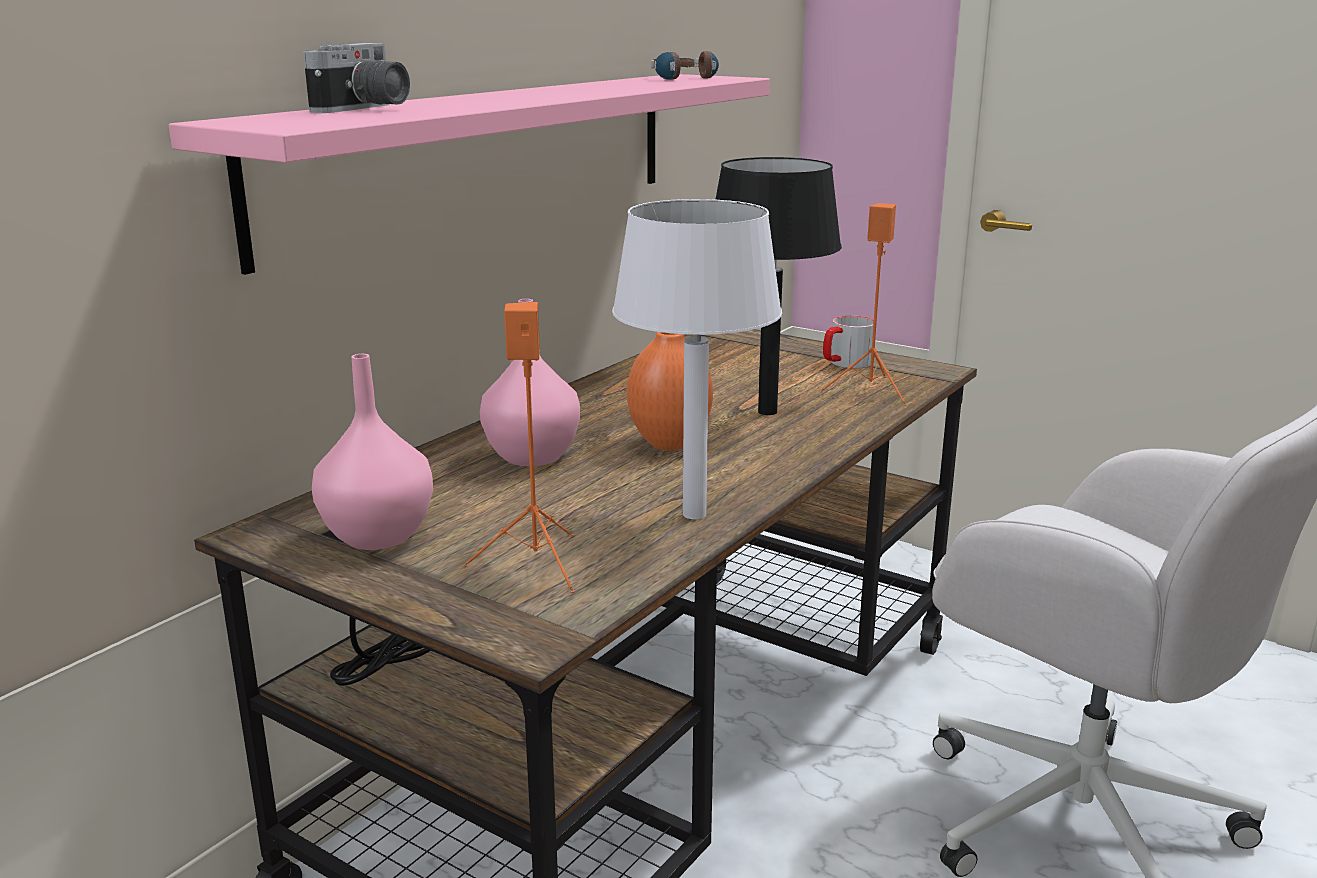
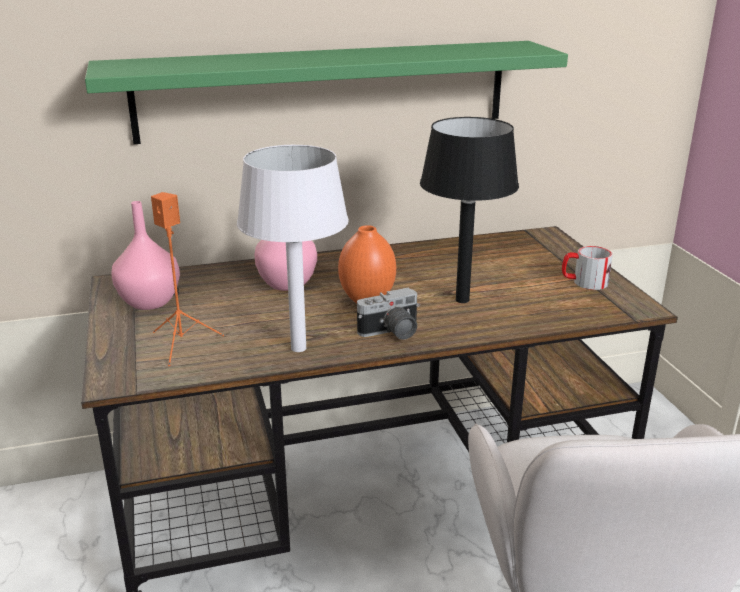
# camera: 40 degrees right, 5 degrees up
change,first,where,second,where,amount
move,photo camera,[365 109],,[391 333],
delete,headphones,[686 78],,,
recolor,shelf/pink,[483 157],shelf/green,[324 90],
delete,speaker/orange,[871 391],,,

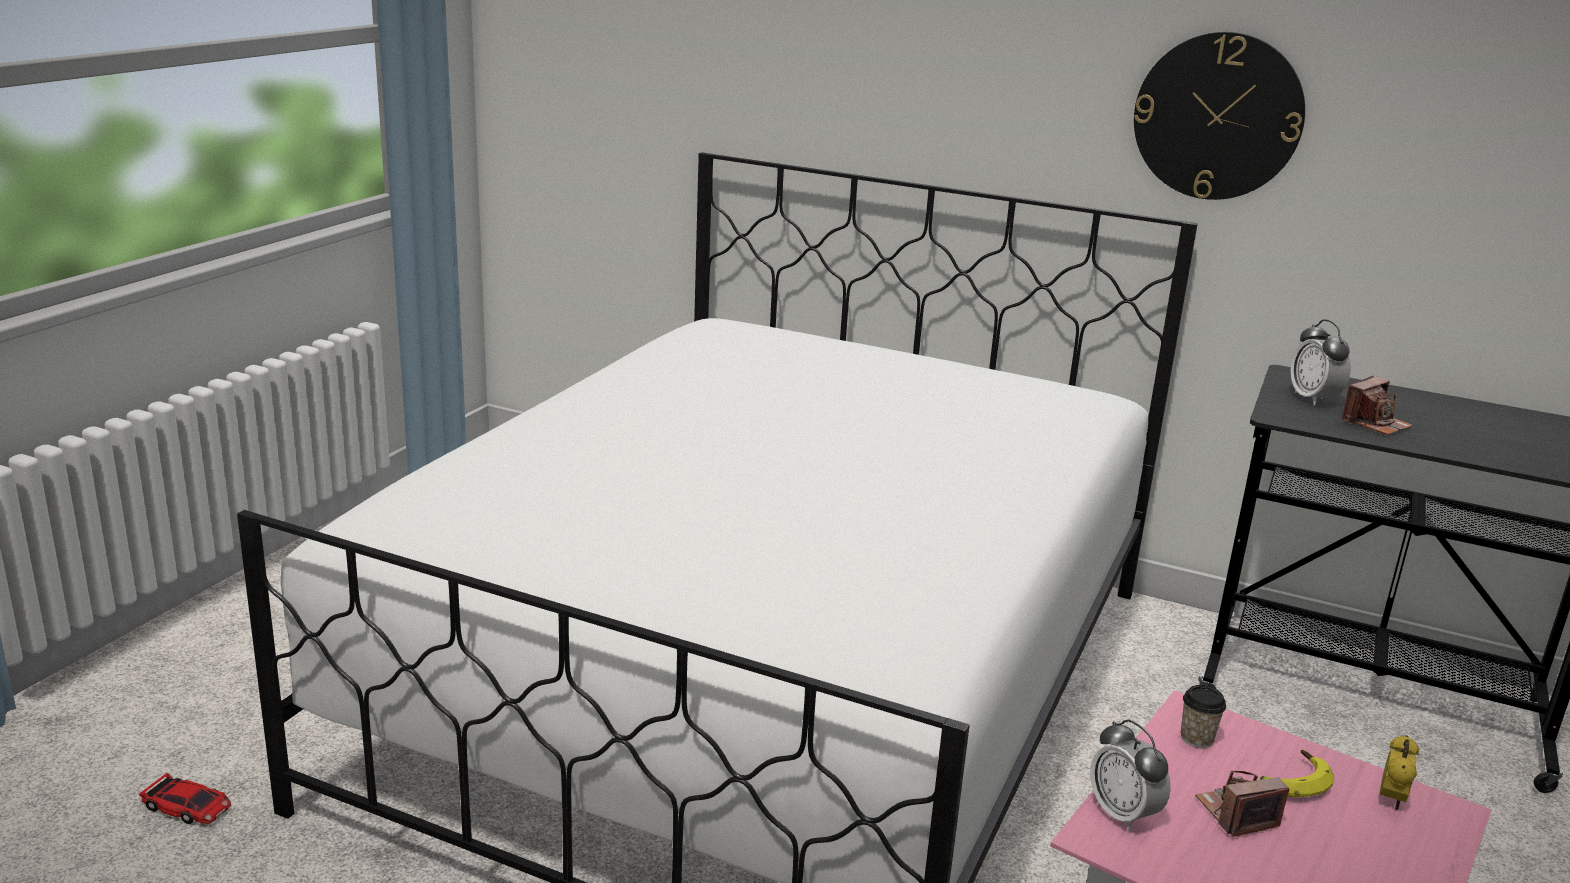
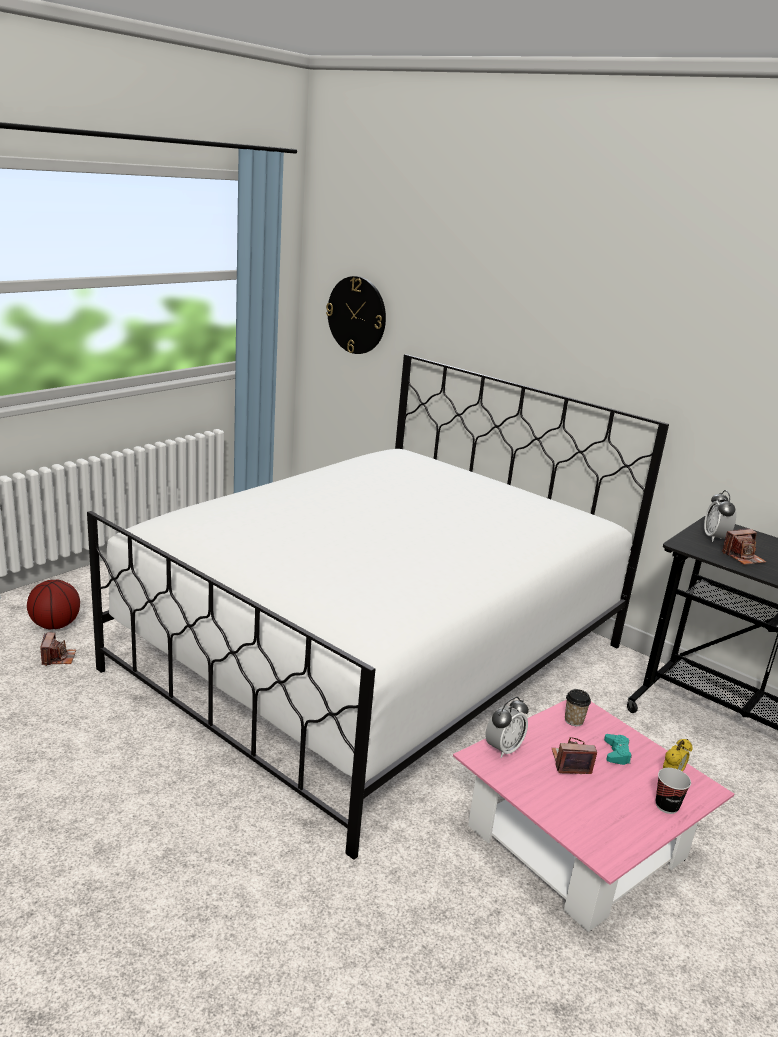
# camera: 15 degrees right, 0 degrees up
change,first,where,second,where,amount
move,wall clock,[1218 116],,[357 315],
rotate,alarm clock,[1123 814],,[503 749],120 degrees counterclockwise
replace,banana,[1291 781],game controller/turquoise,[616 753],
replace,toy car,[187 807],photo camera,[58 658],
insert,,,basketball,[56 625],
insert,,,cup,[666 806],

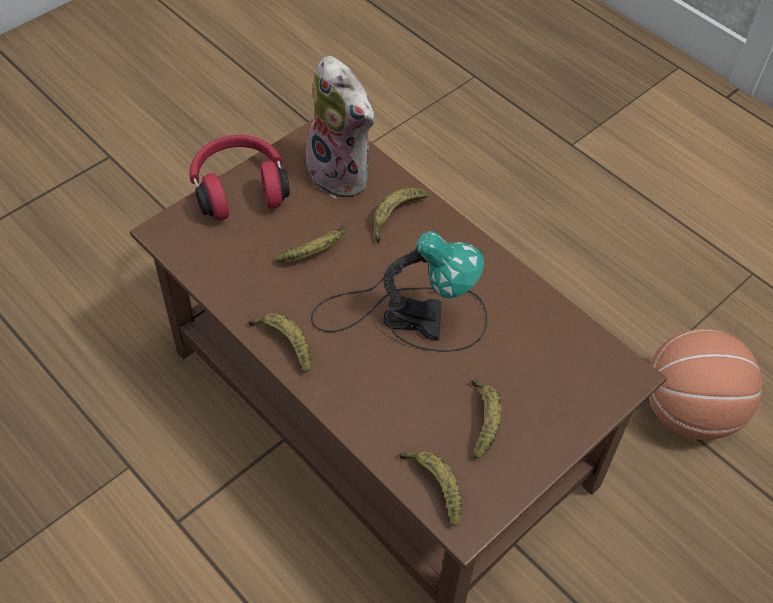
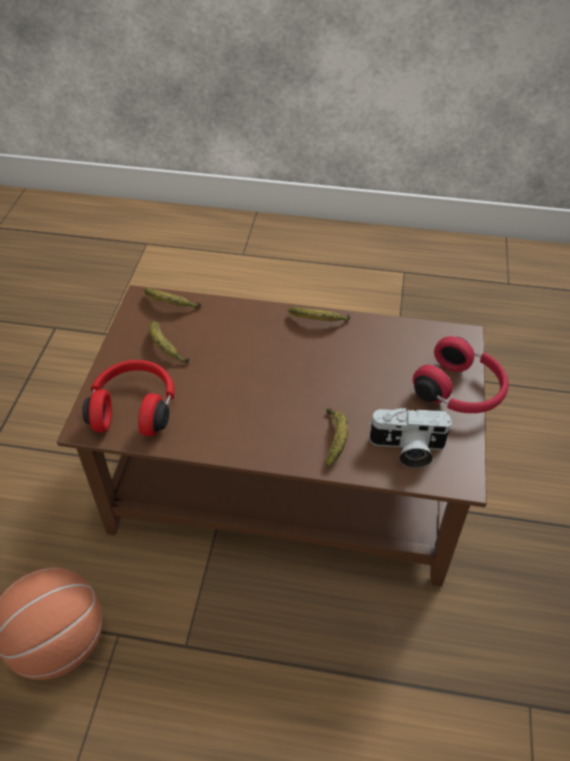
# camera: 145 degrees right, 5 degrees down
change,first,where,second,where,amount
replace,plush toy,[343 174],photo camera,[407 449],
delete,banana,[316 252],,,
delete,table lamp,[406 313],,,
insert,,,headphones/red,[134 407],

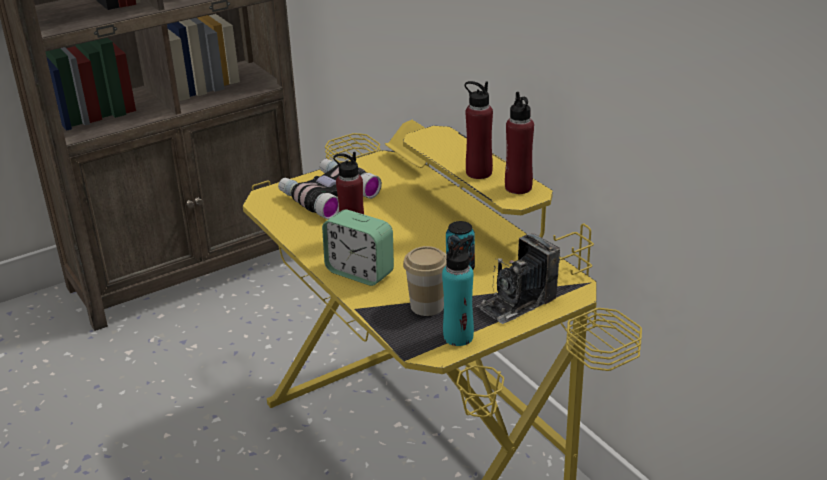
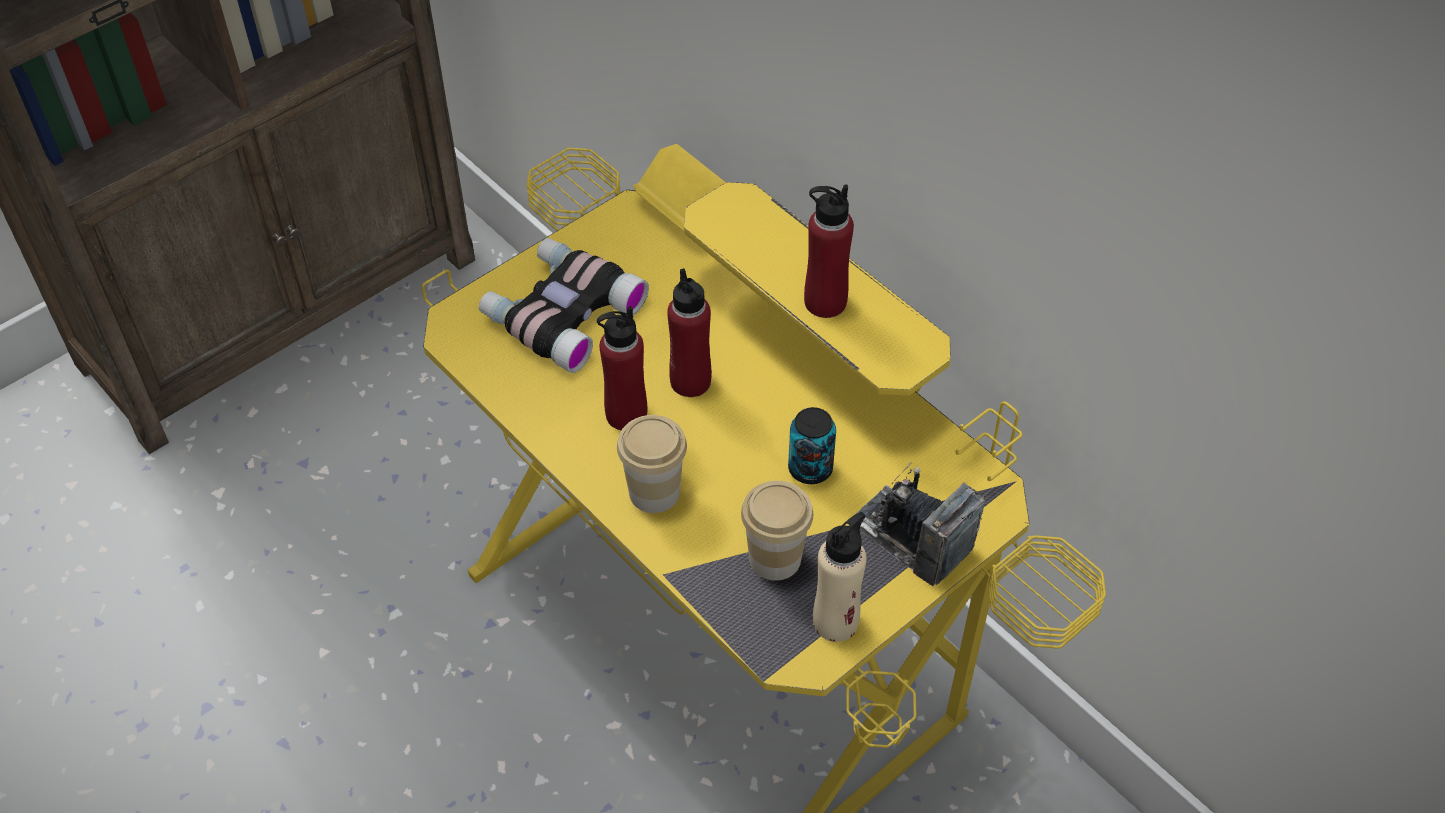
# camera: 10 degrees left, 20 degrees up
change,first,where,second,where,amount
move,bottle/red,[518 187],,[690 381],
replace,alarm clock,[360 272],cup,[654 492],
rotate,photo camera,[517 302],,[911 537],90 degrees clockwise
recolor,bottle/turquoise,[458 337],bottle/beige,[836 622],

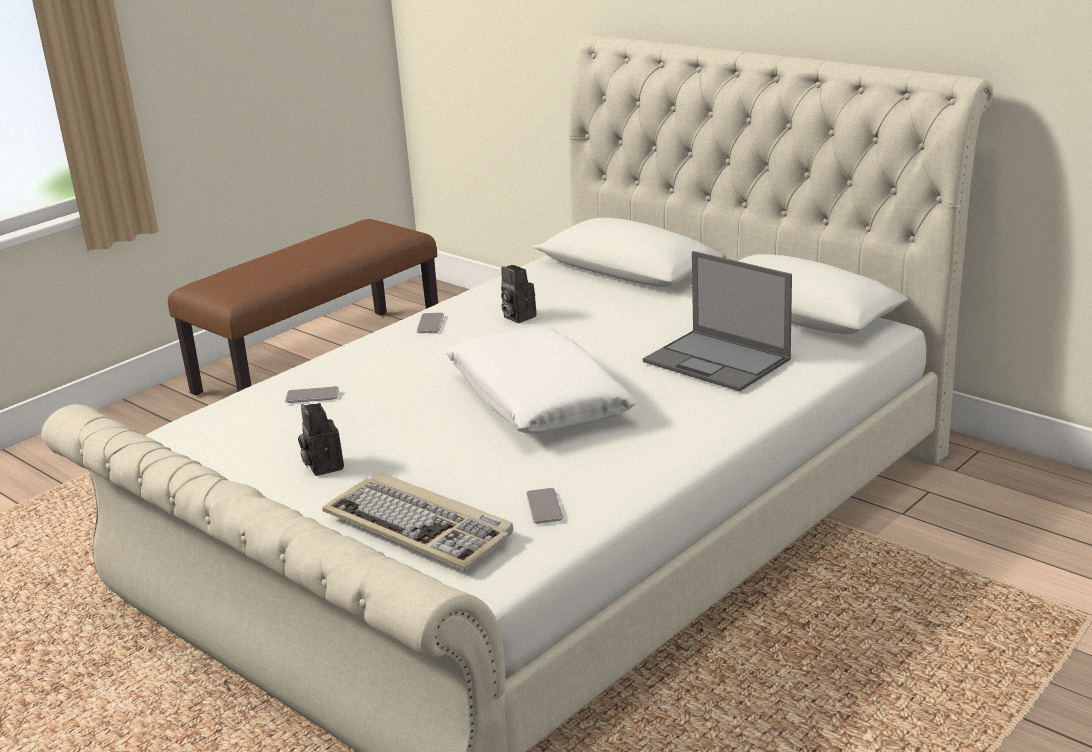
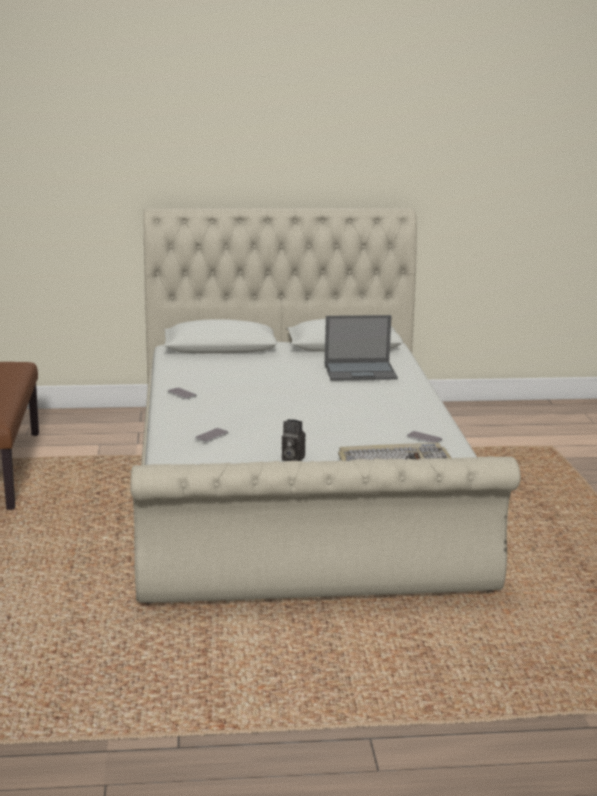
# camera: 50 degrees left, 5 degrees down
change,first,where,second,where,amount
delete,photo camera,[517 317],,,
delete,pillow/white,[538 400],,,

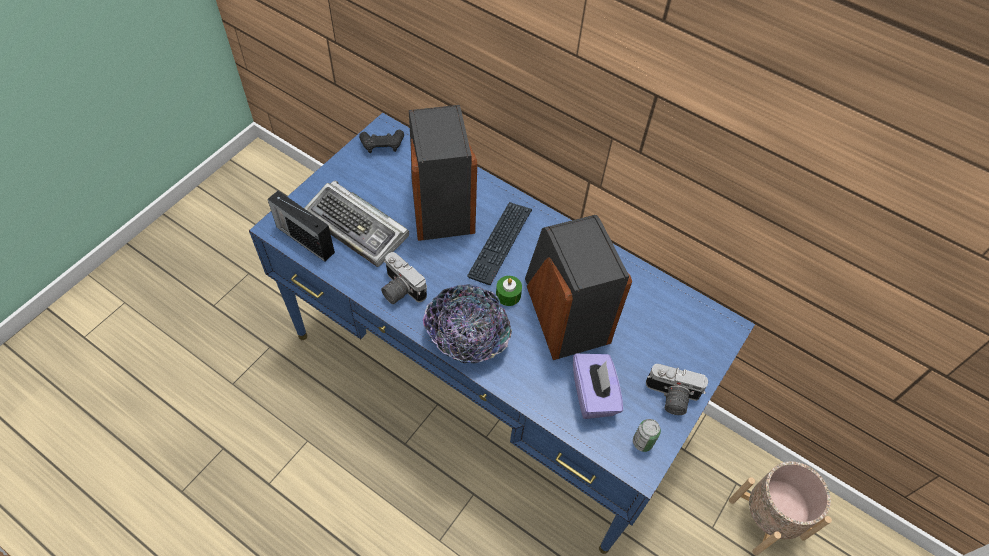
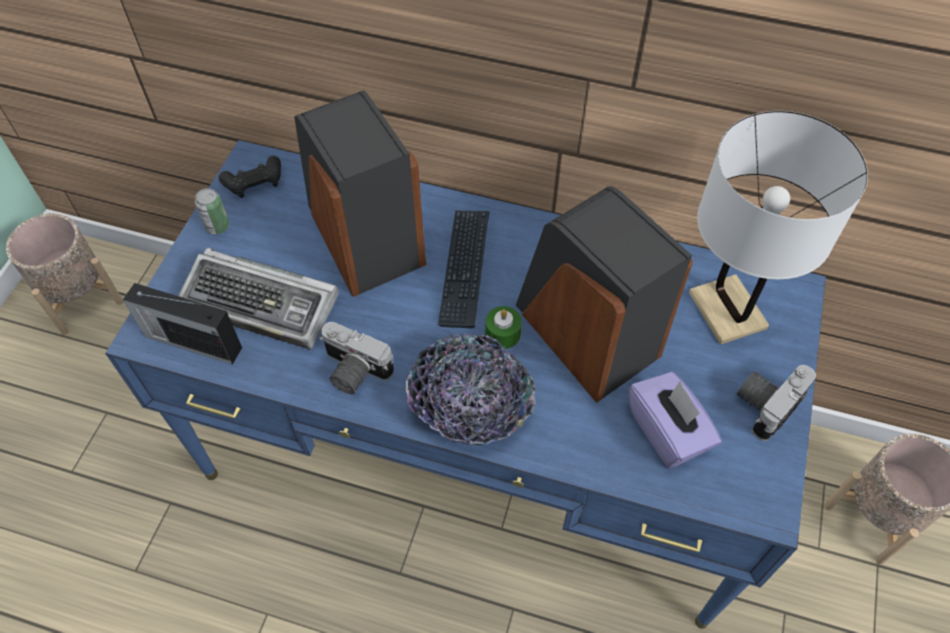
# camera: 15 degrees left, 0 degrees up
change,first,where,second,where,amount
rotate,photo camera,[671 397],,[765 403],135 degrees clockwise
move,can,[642 442],,[217 226],
insert,,,table lamp/white,[727 310],
insert,,,planter/beige,[80 297],

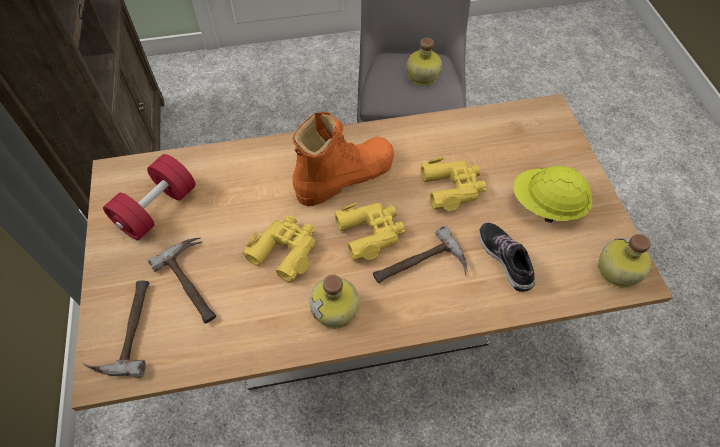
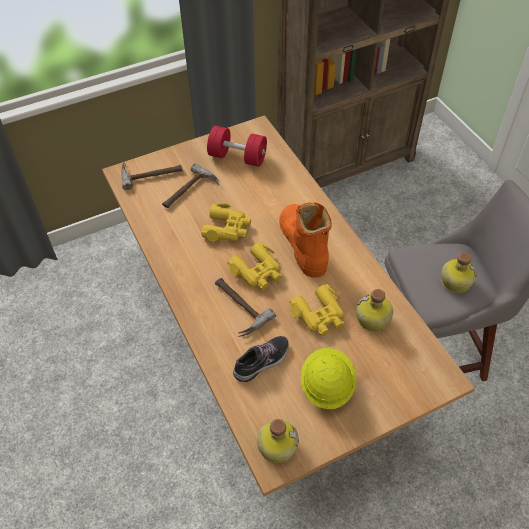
# camera: 75 degrees right, 5 degrees down
change,first,where,second,where,amount
rotate,boot/orange,[344 176],,[303 245],150 degrees counterclockwise
move,bottle,[336 309],,[372 320],

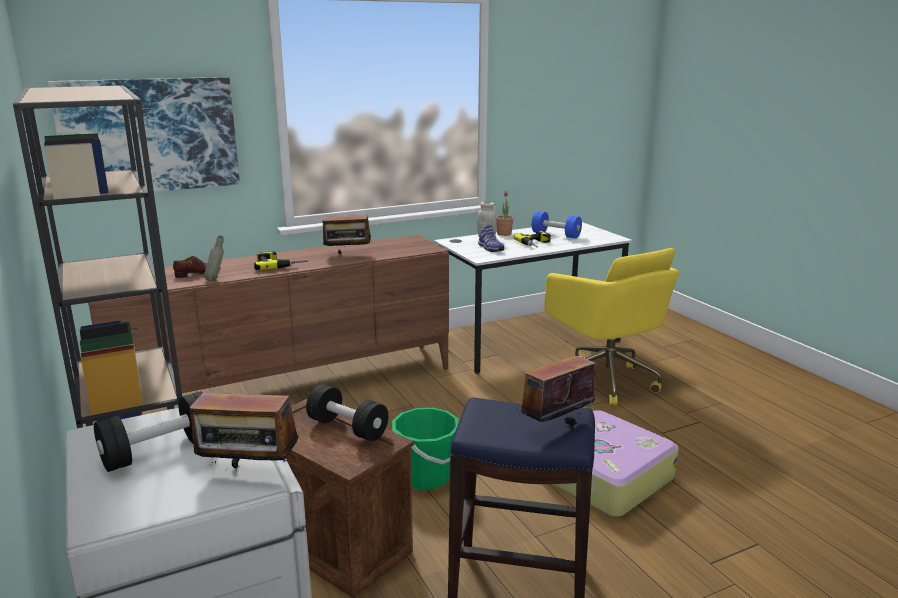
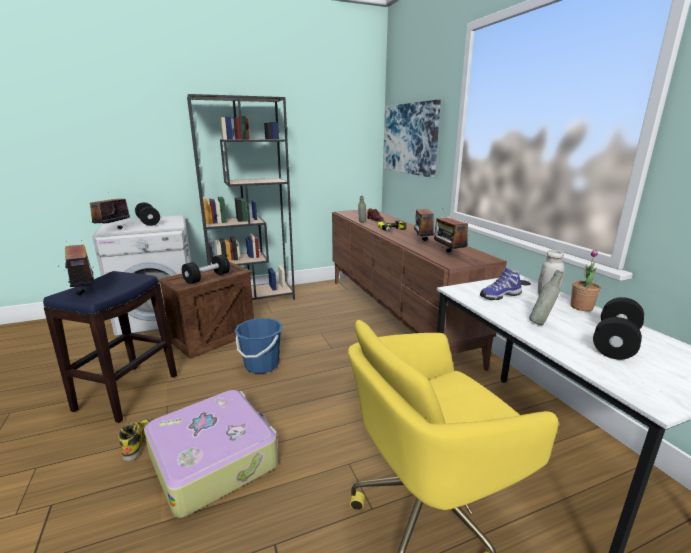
# camera: 95 degrees right, 0 degrees up
change,first,where,second,where,amount
recolor,dumbbell/blue,[556 235],dumbbell/black,[615 342],
replace,power drill,[536 244],bottle/grey,[541 323],
recolor,bucket/green,[426 477],bucket/blue,[261 365],
insert,,,radio,[448 255],
insert,,,boot,[138 441],

